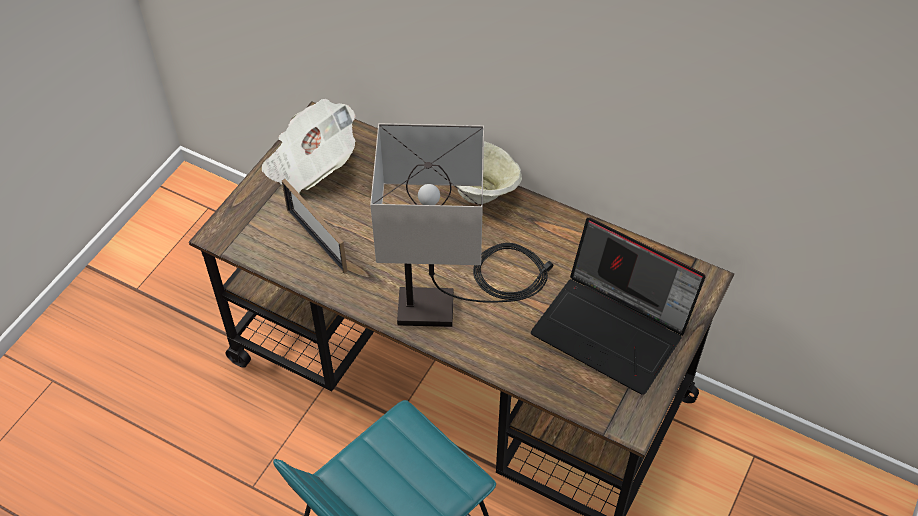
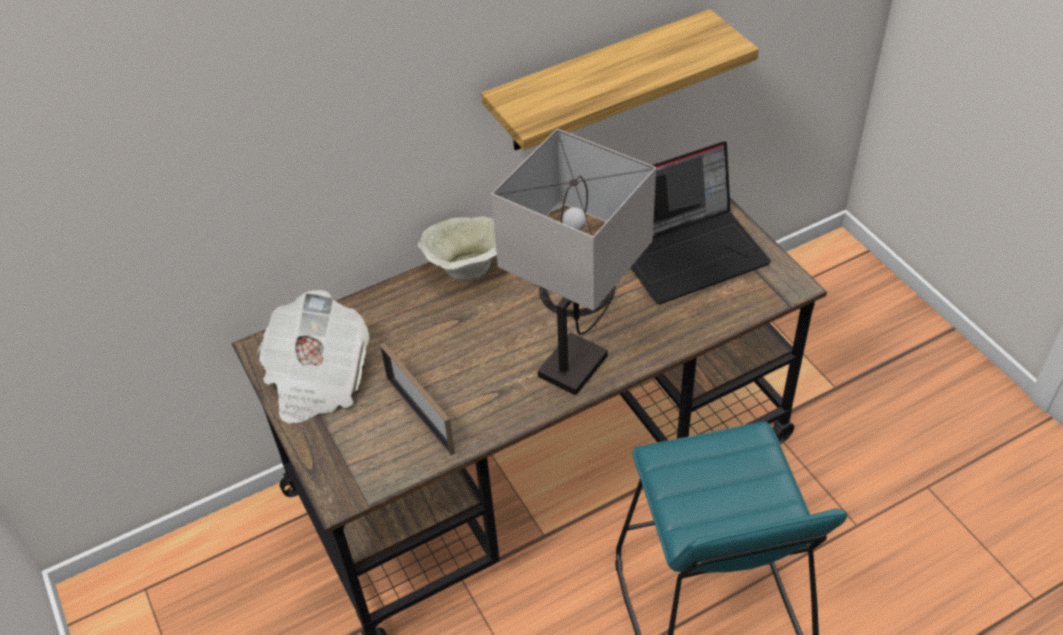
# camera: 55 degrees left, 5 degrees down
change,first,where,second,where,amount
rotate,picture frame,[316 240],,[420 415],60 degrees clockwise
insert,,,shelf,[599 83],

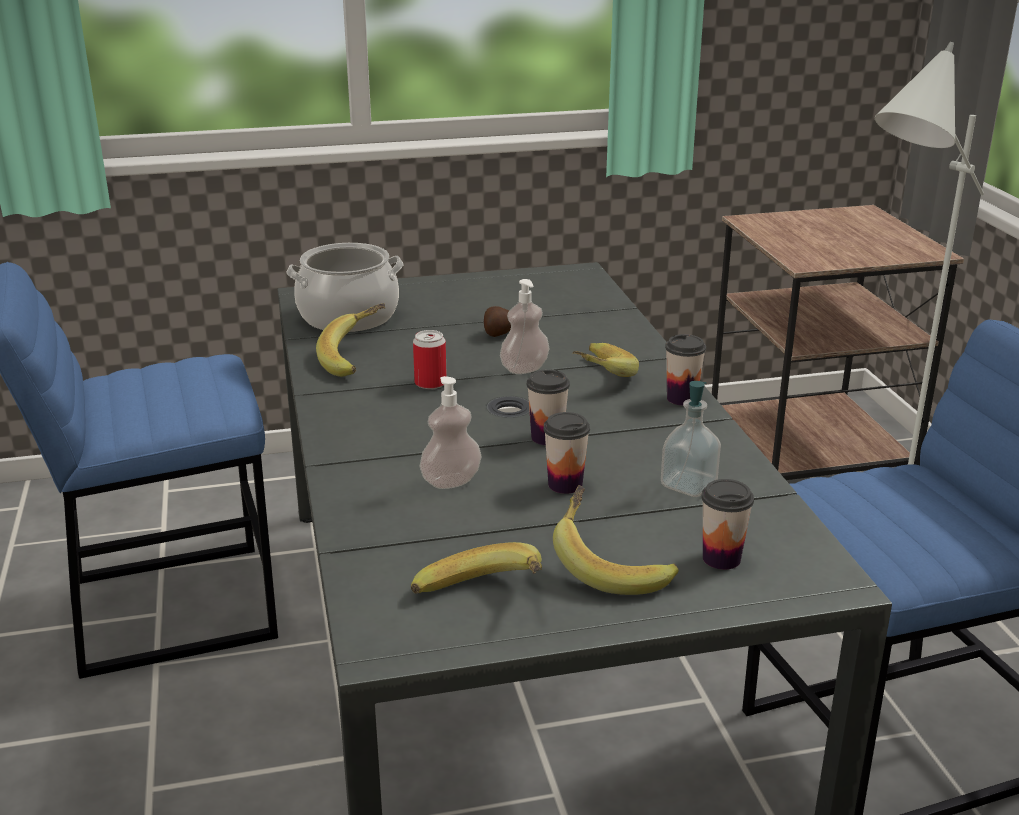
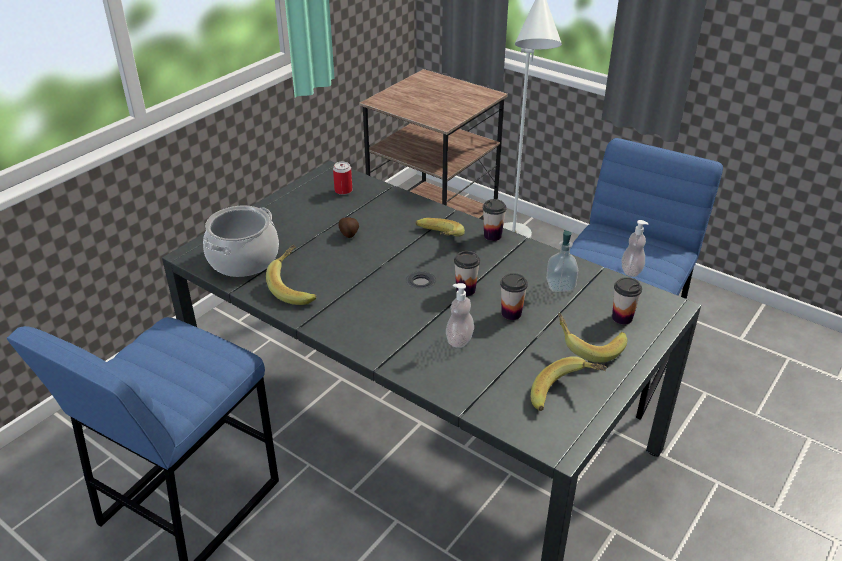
# camera: 40 degrees left, 10 degrees up
change,first,where,second,where,amount
move,soap dispenser,[524 369],,[631 271],
move,can,[430 383],,[343 191],

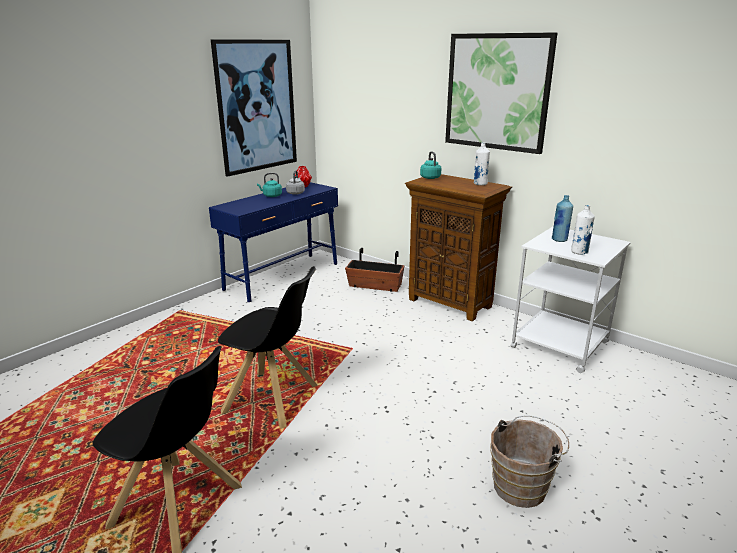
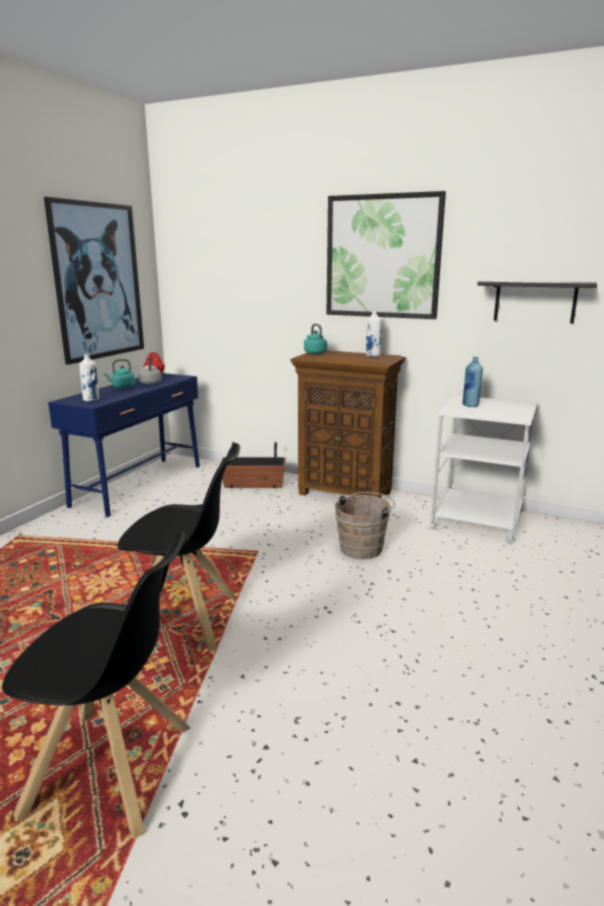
# camera: 15 degrees left, 5 degrees down
change,first,where,second,where,amount
move,bottle/white,[579 252],,[91 400],
move,bucket/brown,[523 485],,[363 547],
insert,,,shelf/black,[535 301],

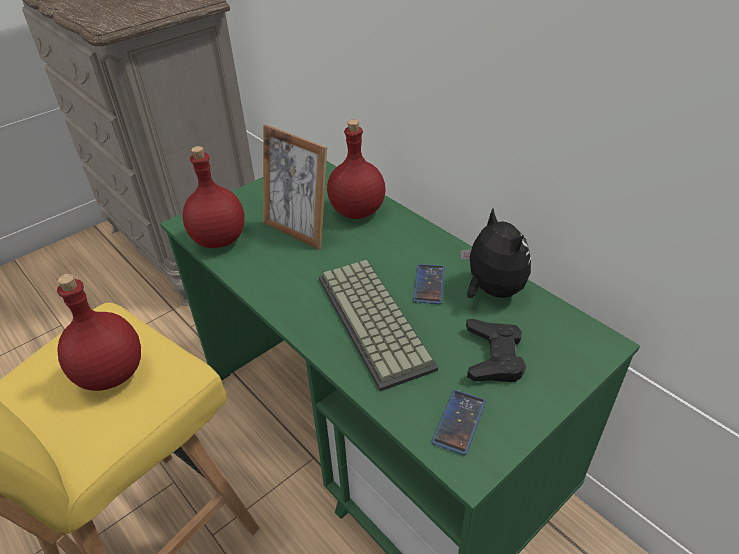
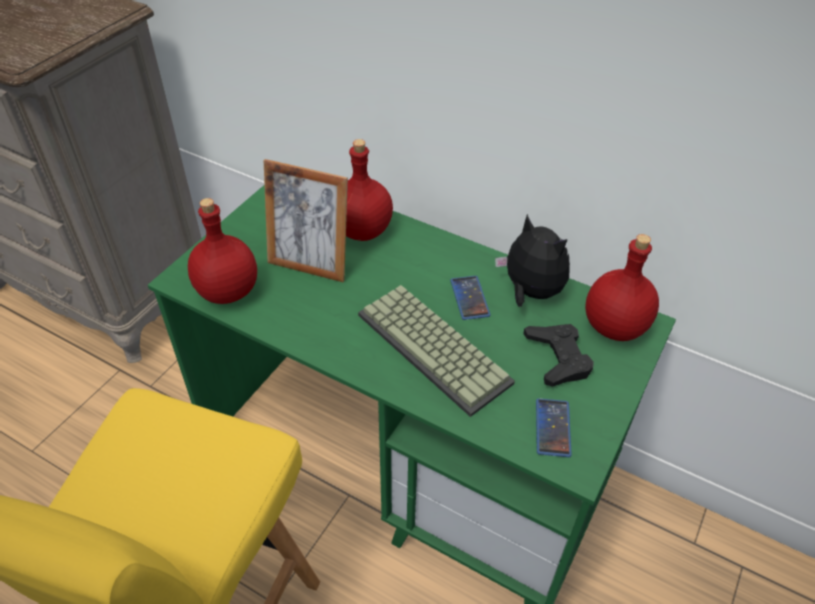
# camera: 20 degrees left, 5 degrees up
change,first,where,second,where,amount
move,bottle/red,[111 375],,[615 327],

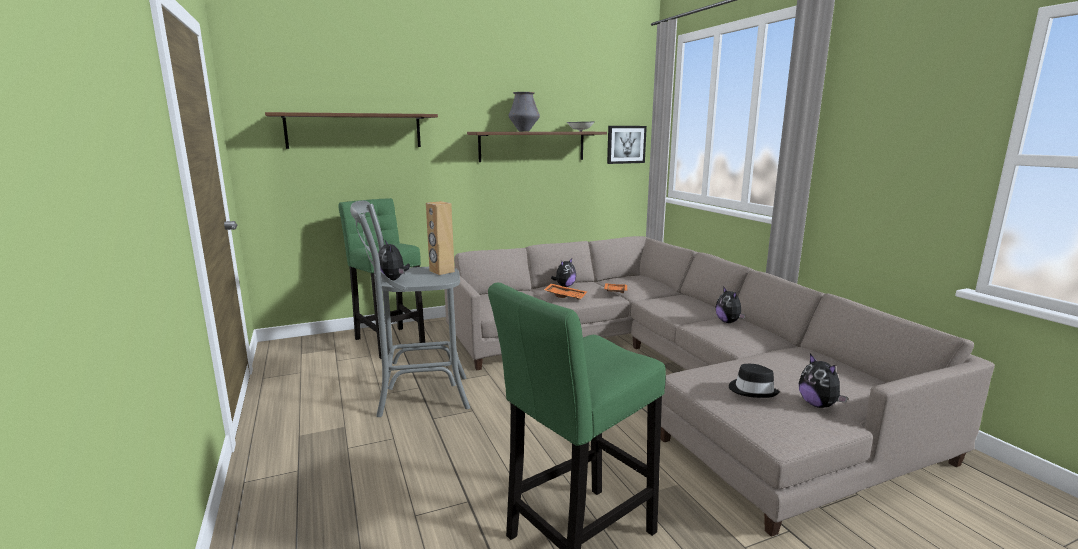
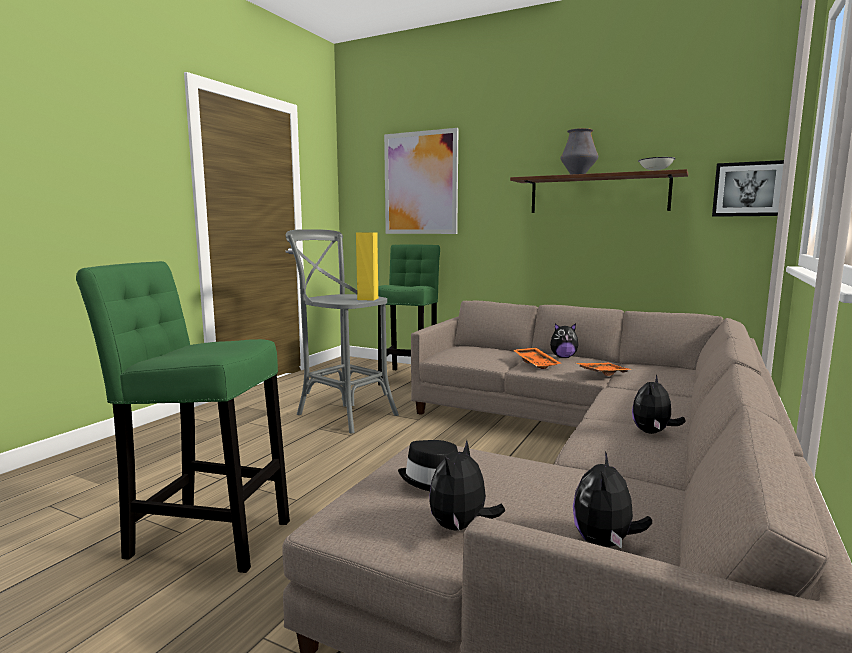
# camera: 50 degrees right, 5 degrees down
change,first,where,second,where,amount
replace,shelf/brown,[354 131],picture,[421 183],
recolor,speaker/brown,[441 271],speaker/yellow,[367 299],
move,plush toy,[393 280],,[605 543],

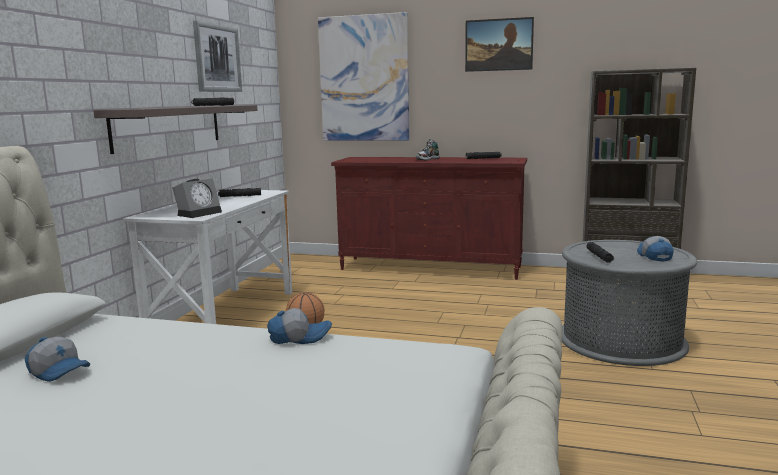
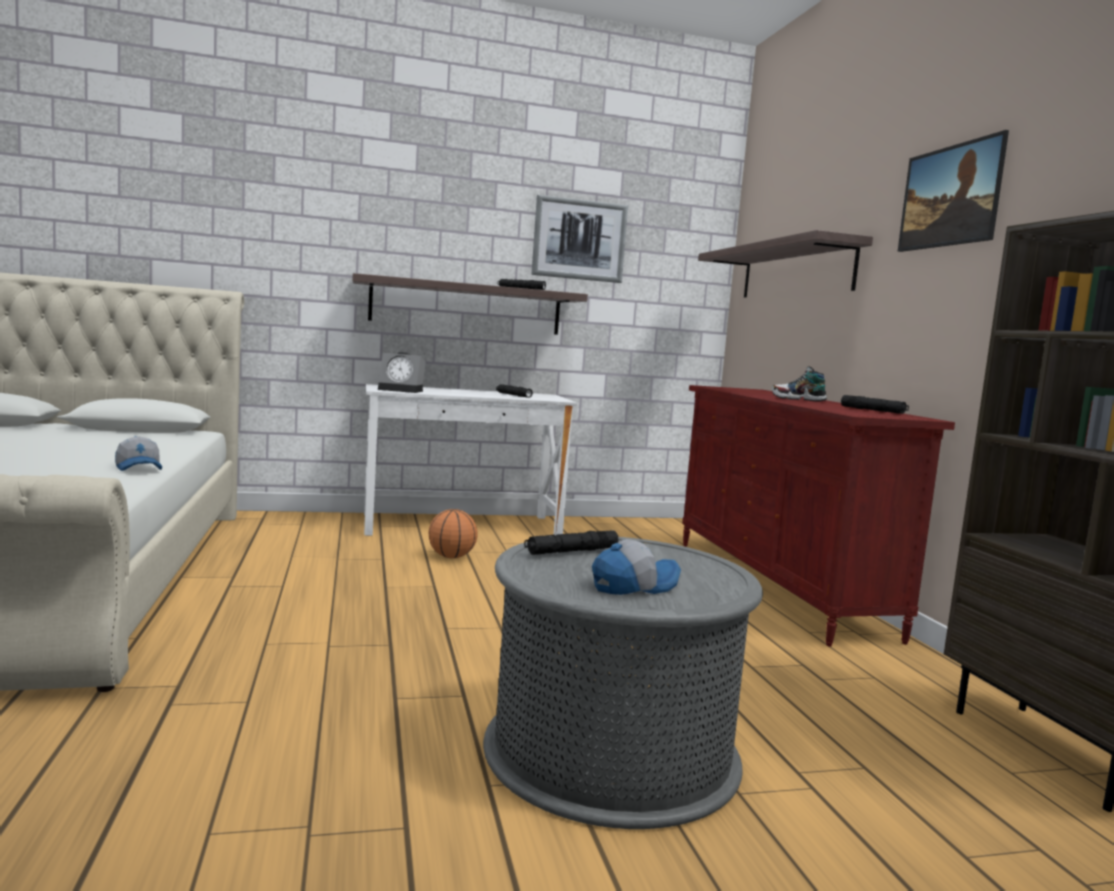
# camera: 60 degrees right, 5 degrees down
change,first,where,second,where,amount
replace,picture,[364 79],shelf,[795 271],
delete,cap,[60 371],,,

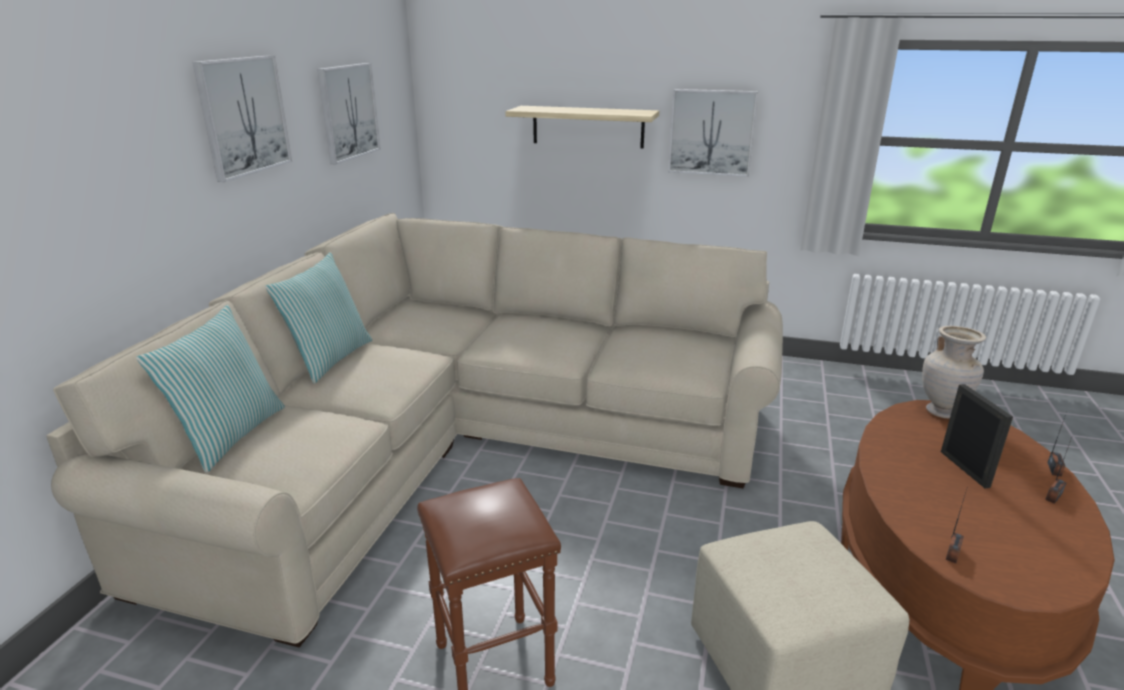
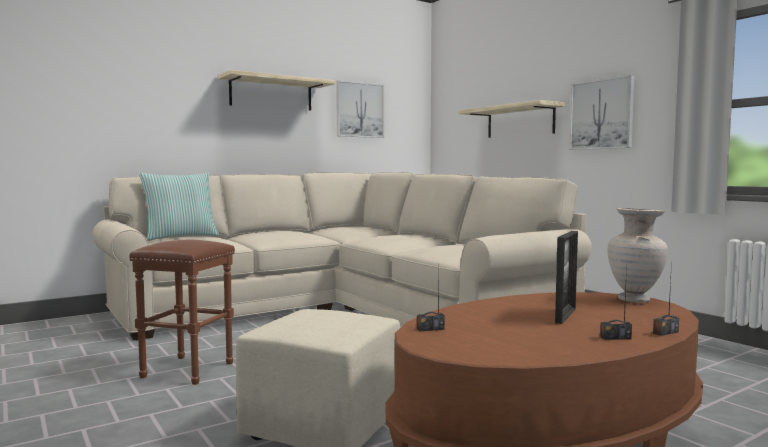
# camera: 40 degrees right, 20 degrees down
change,first,where,second,where,amount
replace,picture,[243 116],shelf,[271 94],
delete,pillow,[329 359],,,

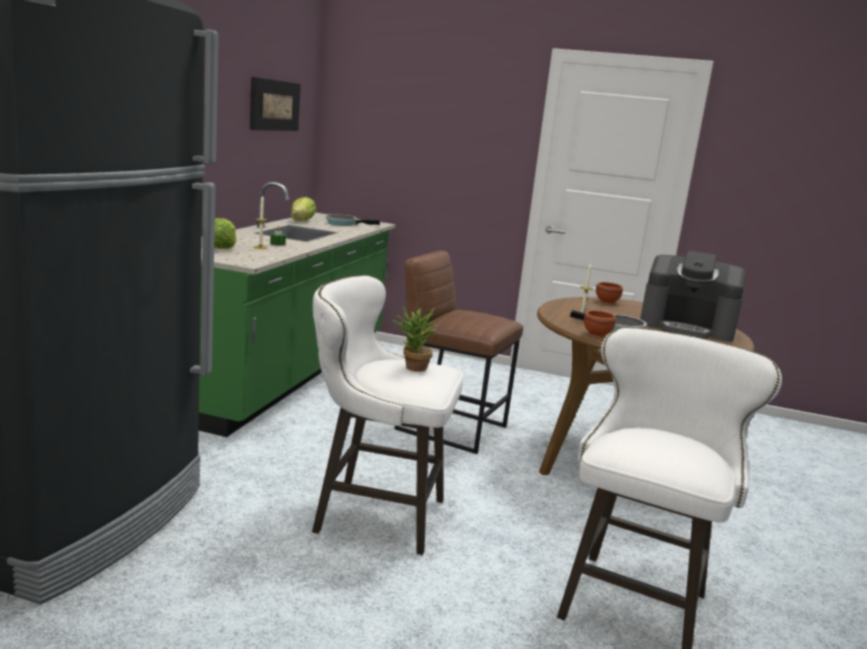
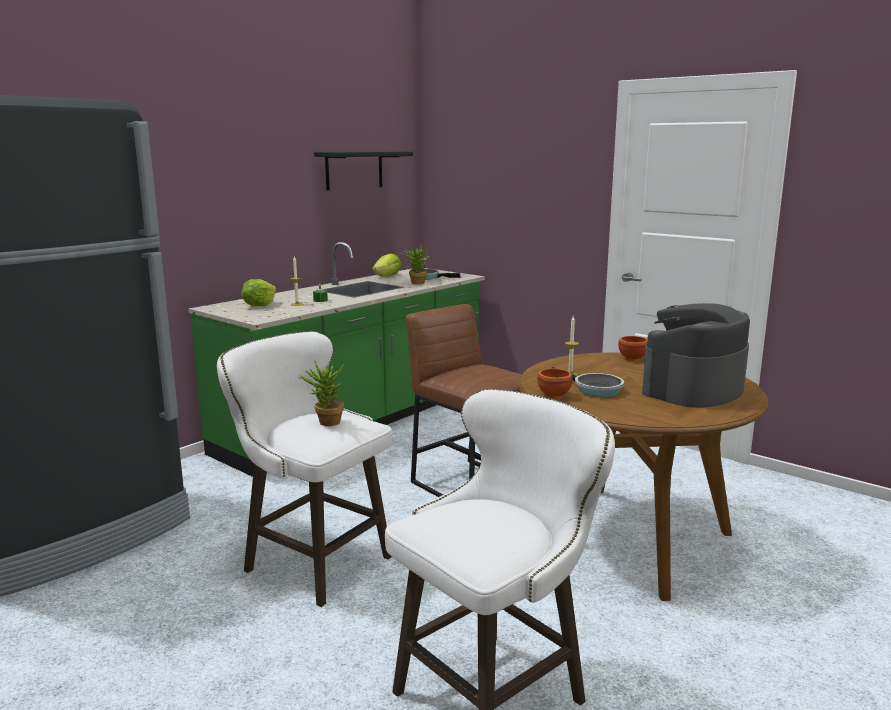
# camera: 25 degrees right, 0 degrees up
change,first,where,second,where,amount
replace,picture,[275 105],shelf/black,[354 170],
rotate,coffee machine,[687 327],,[693 390],90 degrees clockwise
insert,,,potted plant,[415 283],

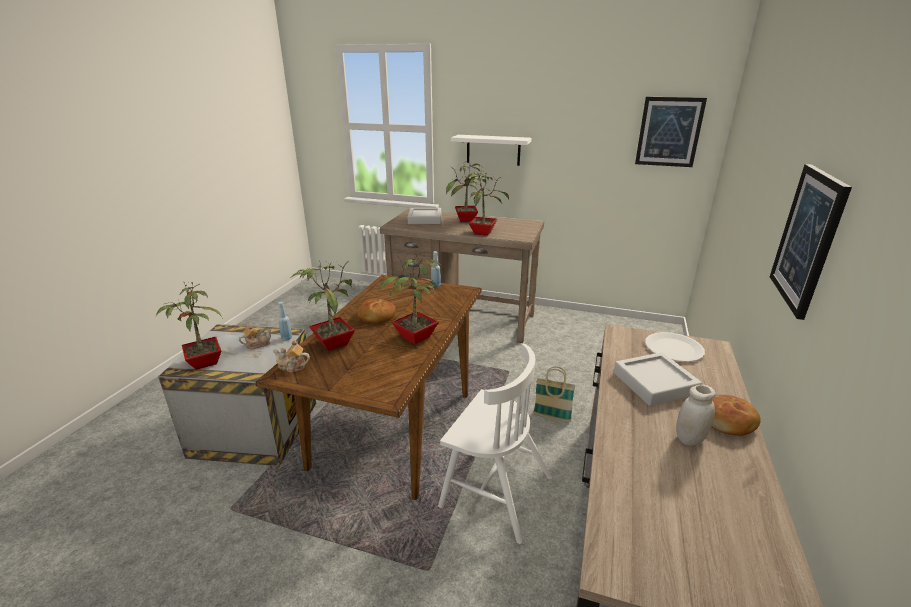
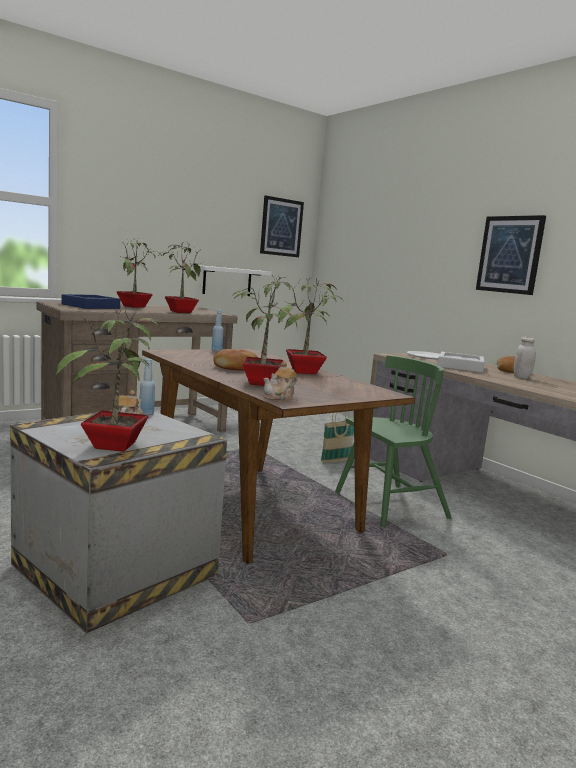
# camera: 55 degrees left, 15 degrees down
change,first,where,second,where,amount
move,shelf/white,[493 150],,[227 281],
recolor,tray/grey,[425 219],tray/blue,[91 306],
recolor,chair/white,[490 489],chair/green,[386 505],

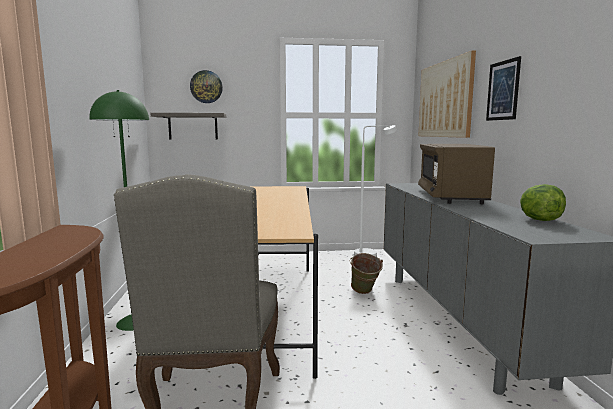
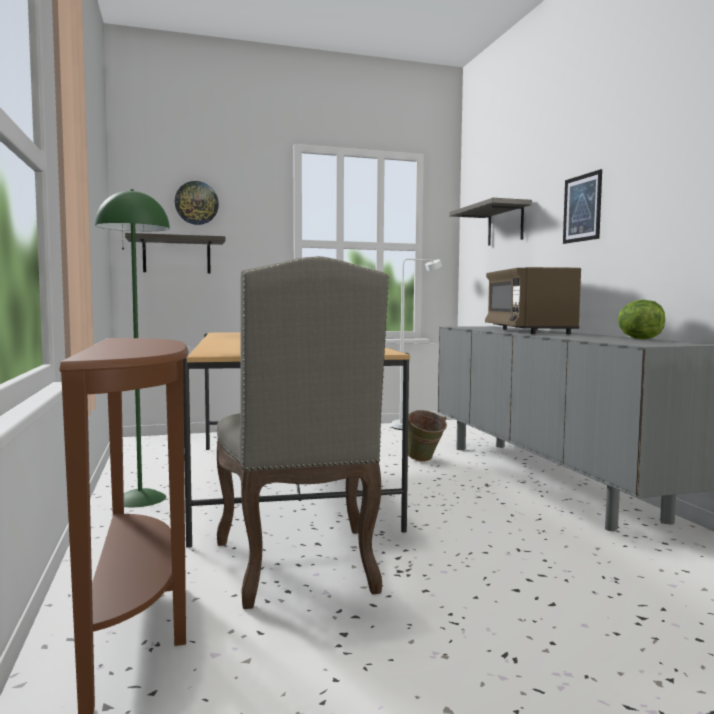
# camera: 10 degrees left, 5 degrees down
change,first,where,second,where,amount
replace,picture,[444 99],shelf,[505 224],

